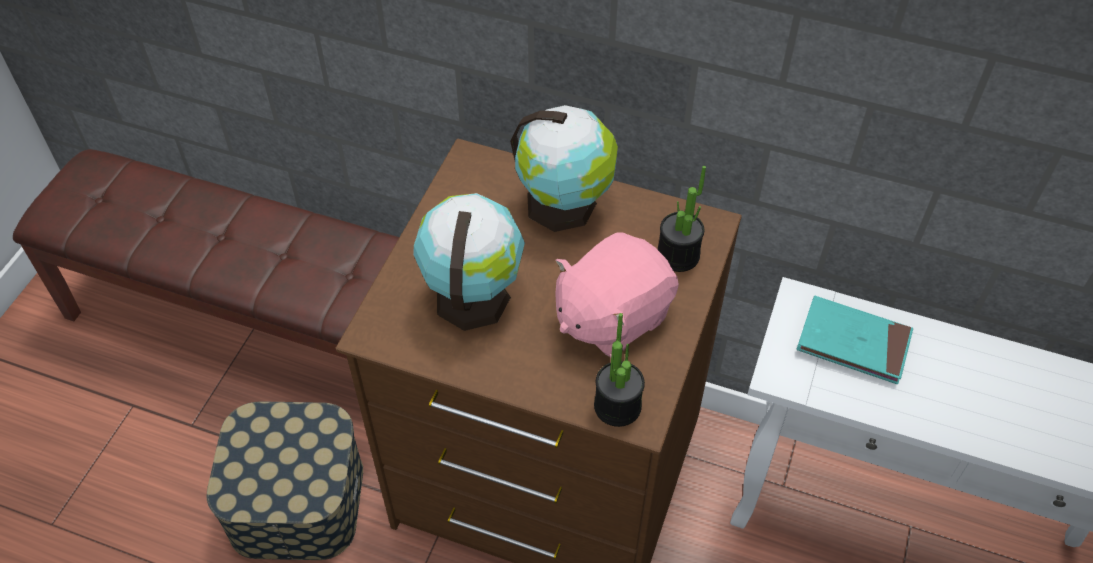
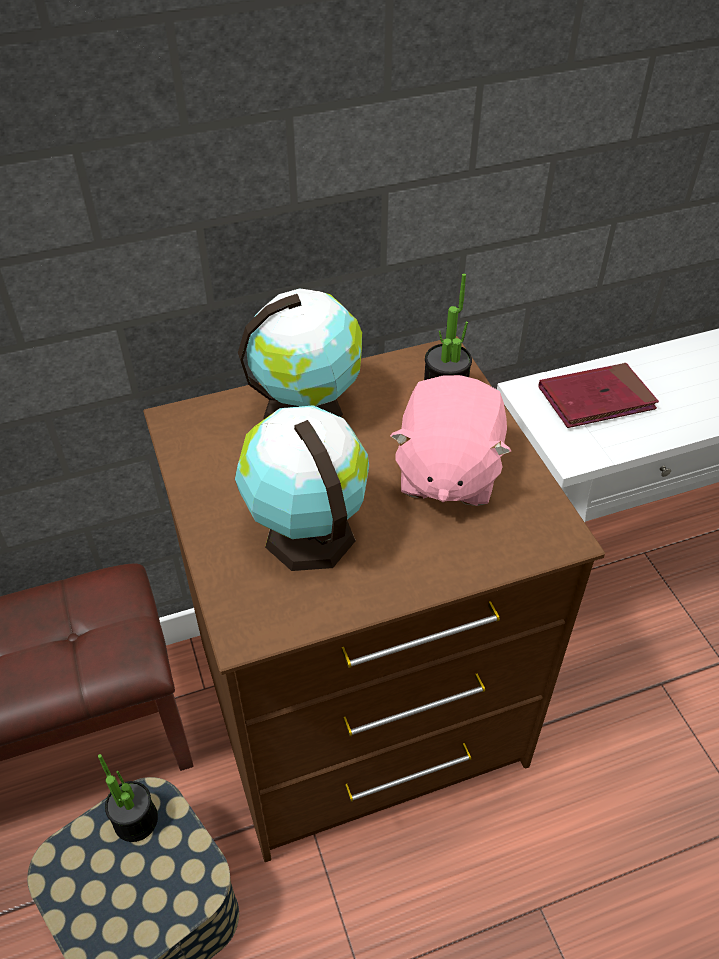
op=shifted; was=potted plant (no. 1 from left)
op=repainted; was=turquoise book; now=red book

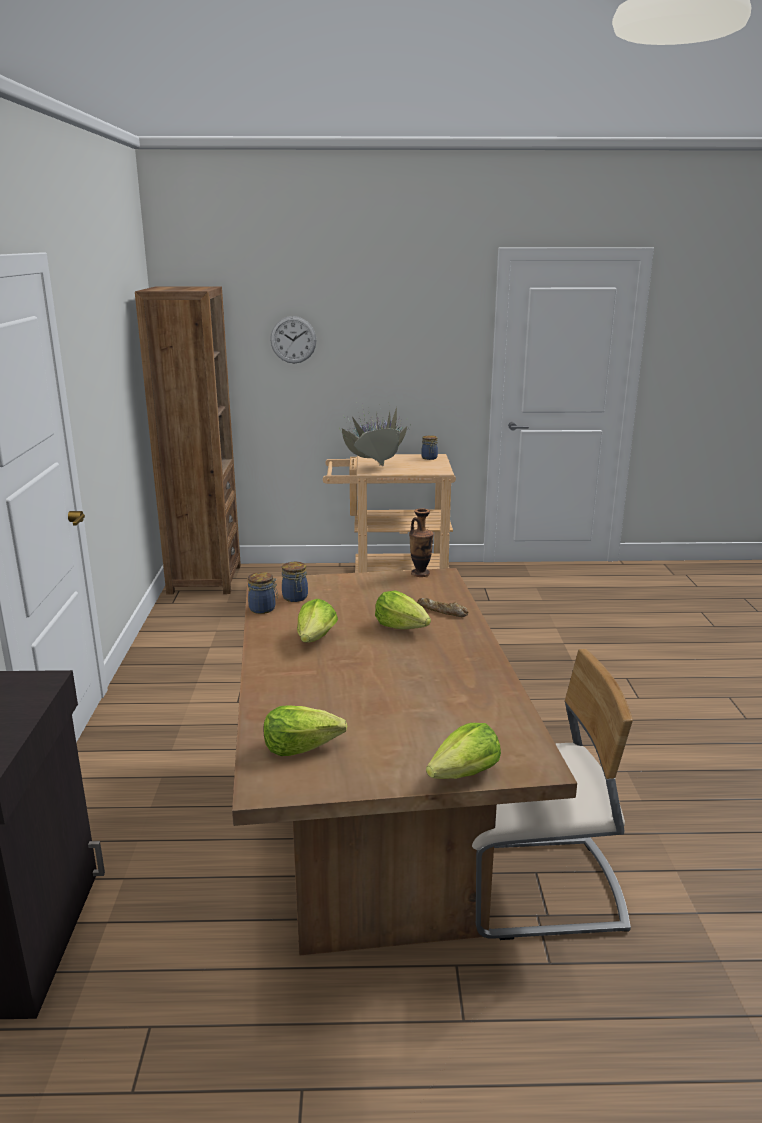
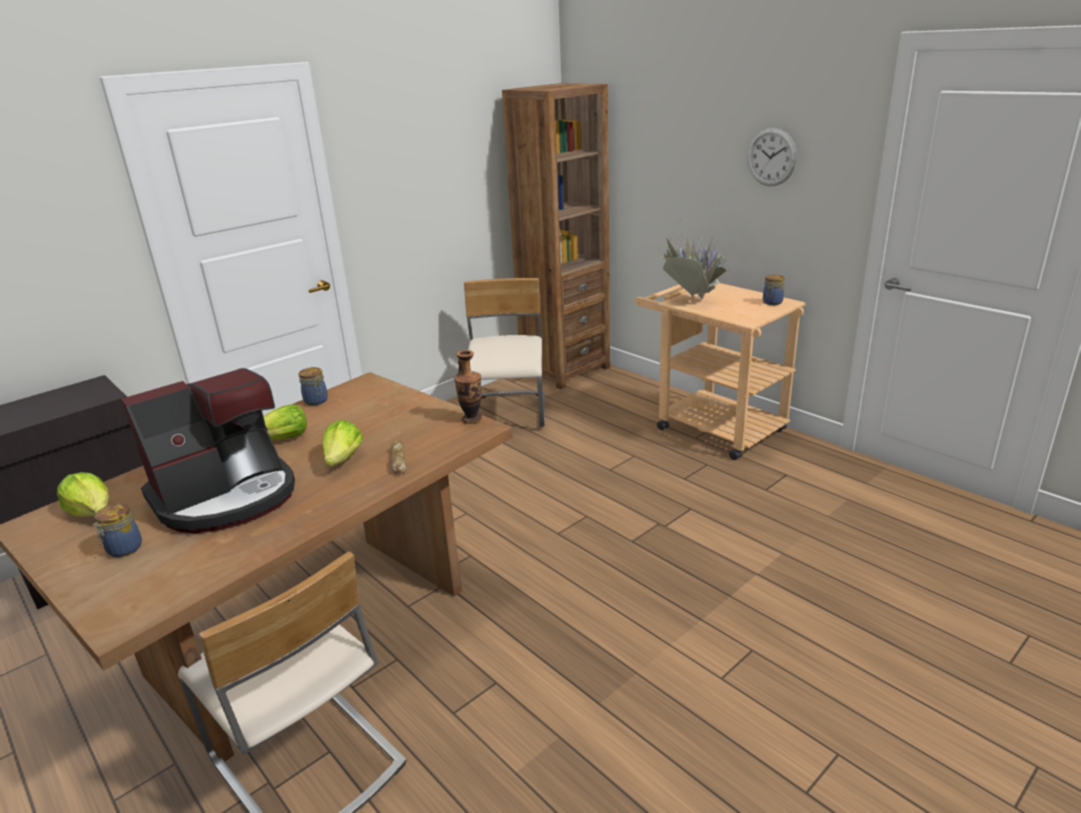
op=shifted; was=wall clock
op=shifted; was=jar (no. 2 from left in the first image); now=jar (no. 1 from left)
op=gone; was=lettuce (no. 4 from left)
op=new; now=coffee machine
op=new; now=beige chair (no. 2 from left)

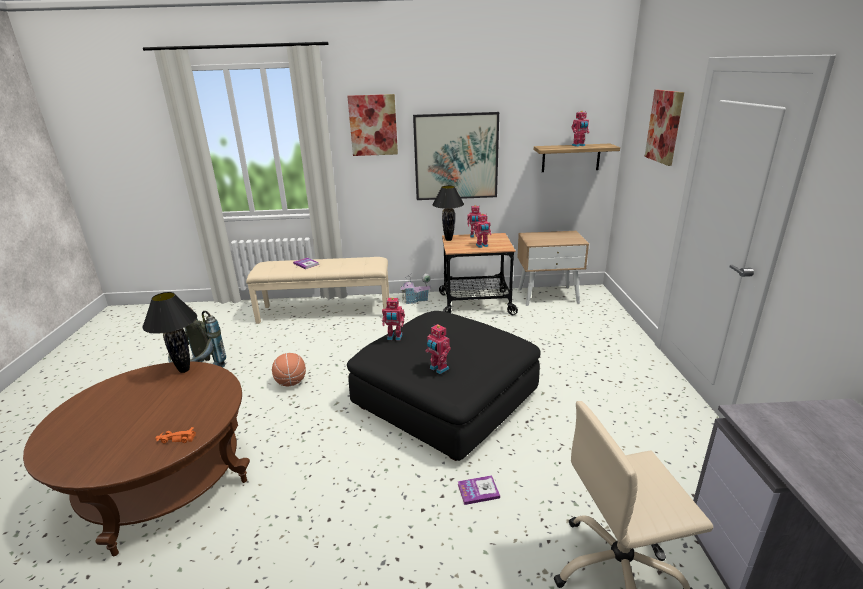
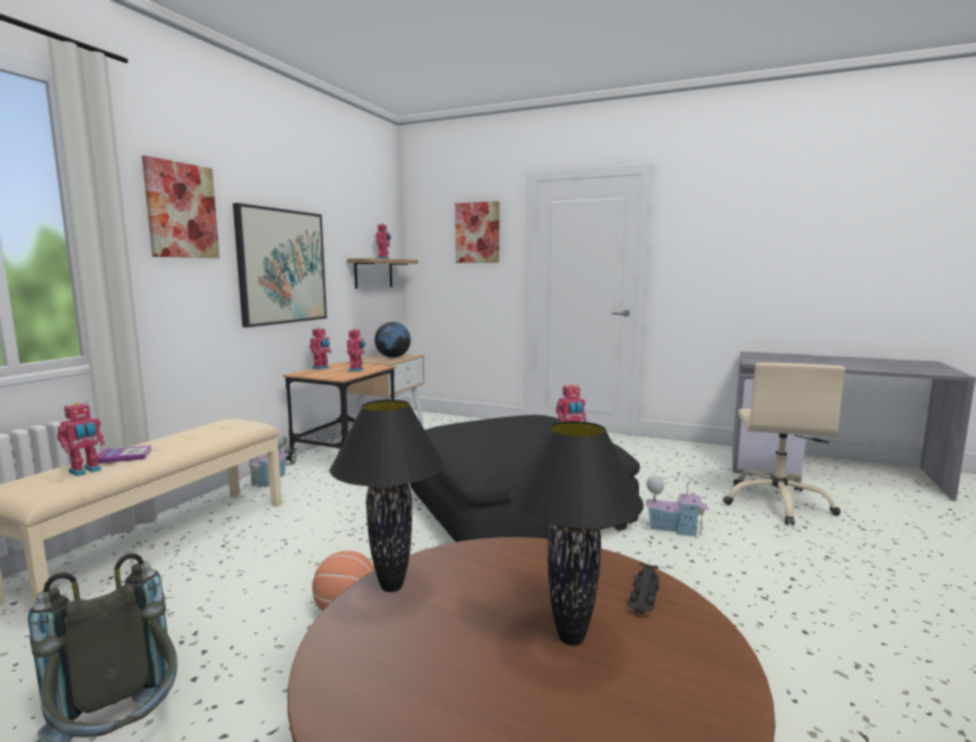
op=repainted; was=orange toy car; now=black toy car
op=shifted; was=toy robot (no. 1 from left)
op=shifted; was=black table lamp (no. 2 from left)
op=swapped; was=book (no. 2 from left); now=toy house (no. 2 from left)
op=new; now=globe

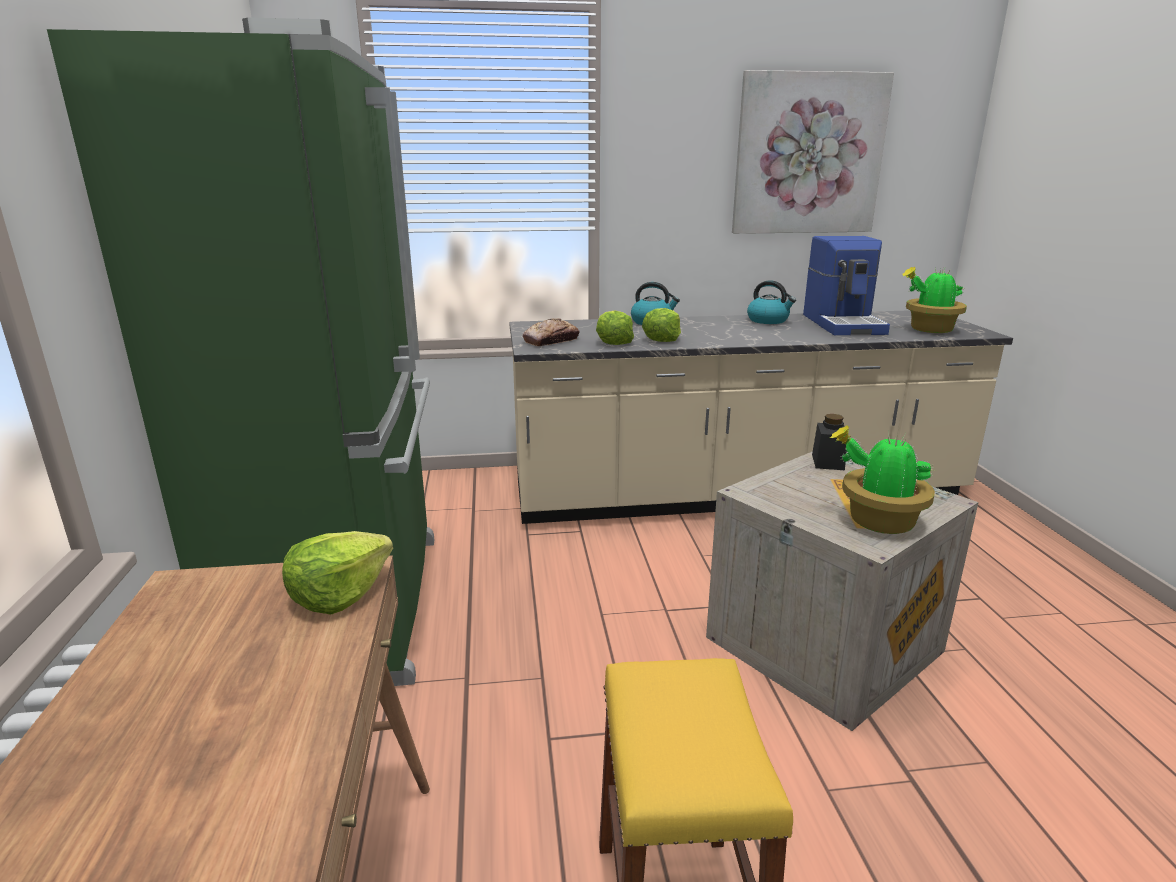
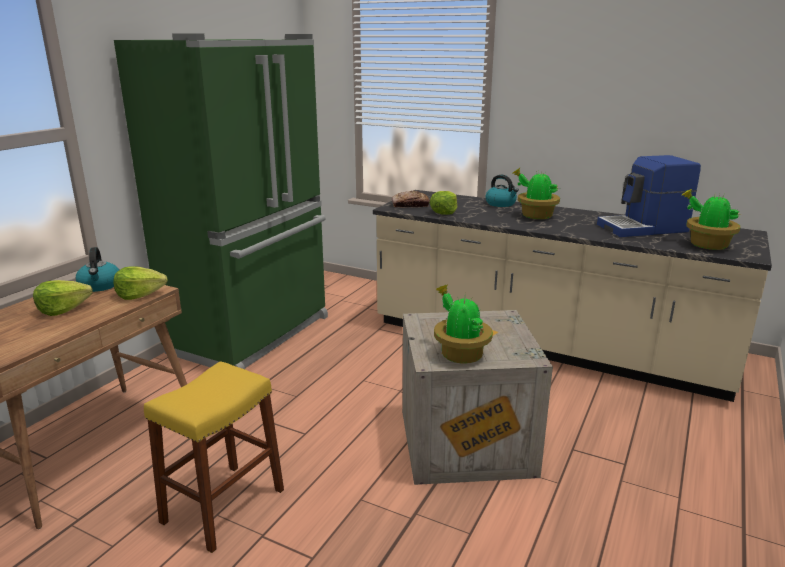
op=shifted; was=lettuce (no. 3 from left in the first image); now=lettuce (no. 1 from left)
op=gone; was=picture
op=shifted; was=kettle (no. 2 from left in the first image); now=kettle (no. 1 from left)
op=rotated; was=coffee machine; clockwise=45
op=gone; was=black jar
op=new; now=potted plant (no. 2 from left)

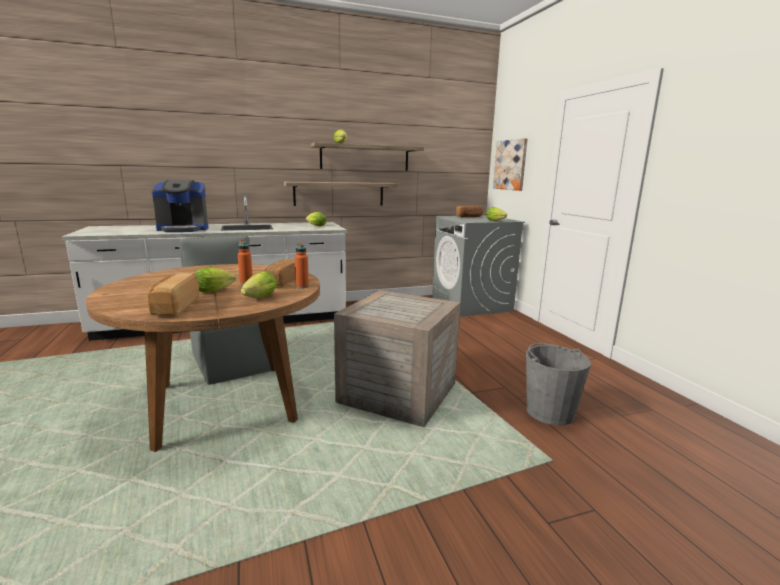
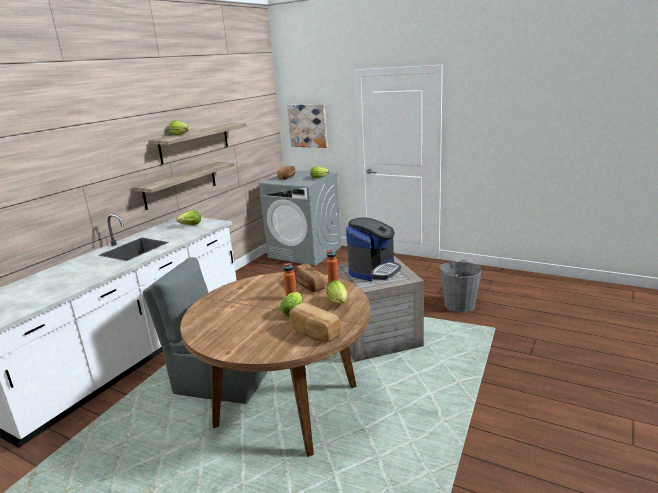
op=shifted; was=coffee machine

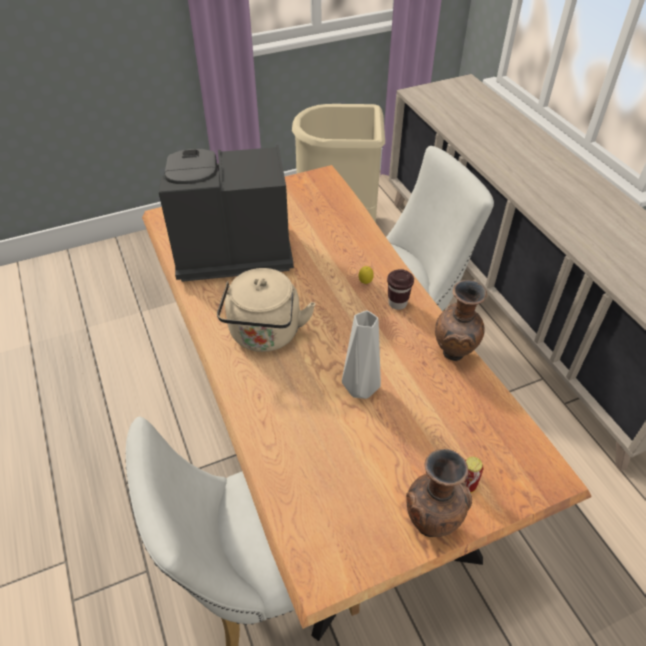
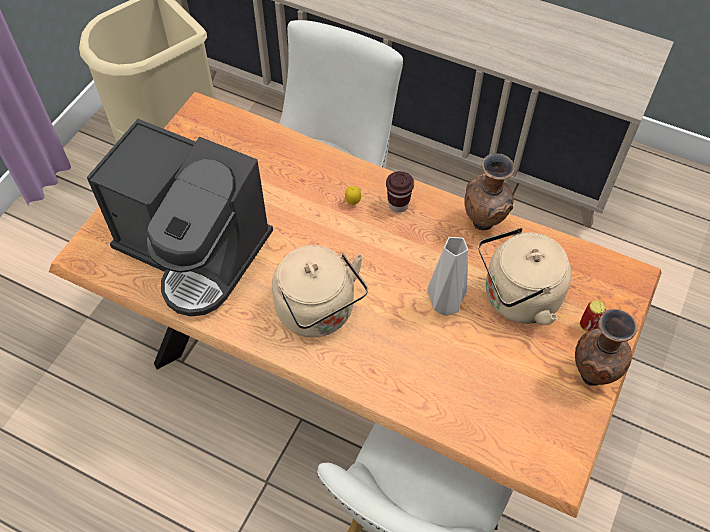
op=rotated; was=coffee machine; clockwise=-105
op=new; now=beige kettle (no. 2 from left)

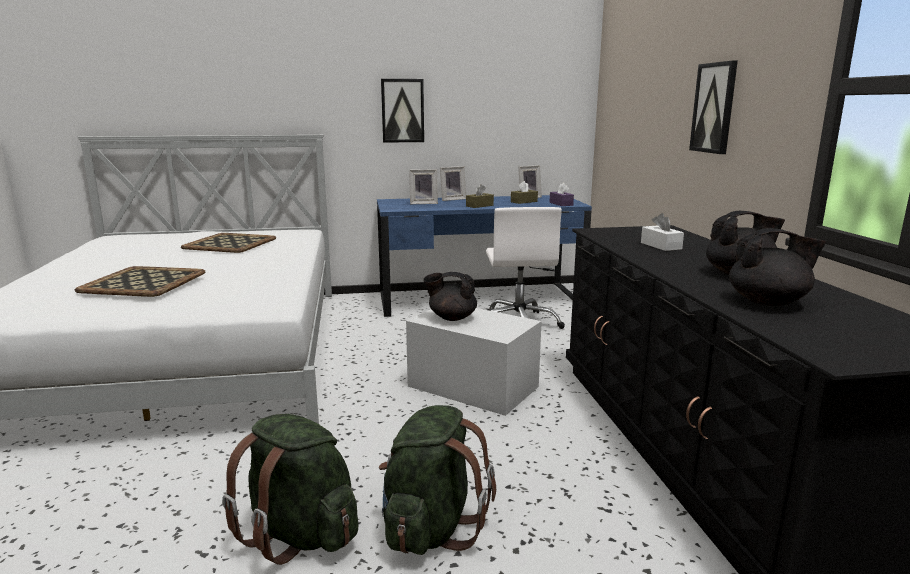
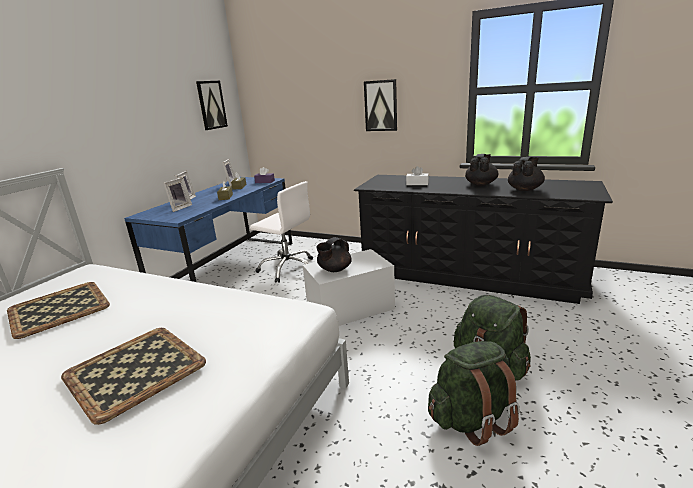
op=shifted; was=picture (no. 1 from left)

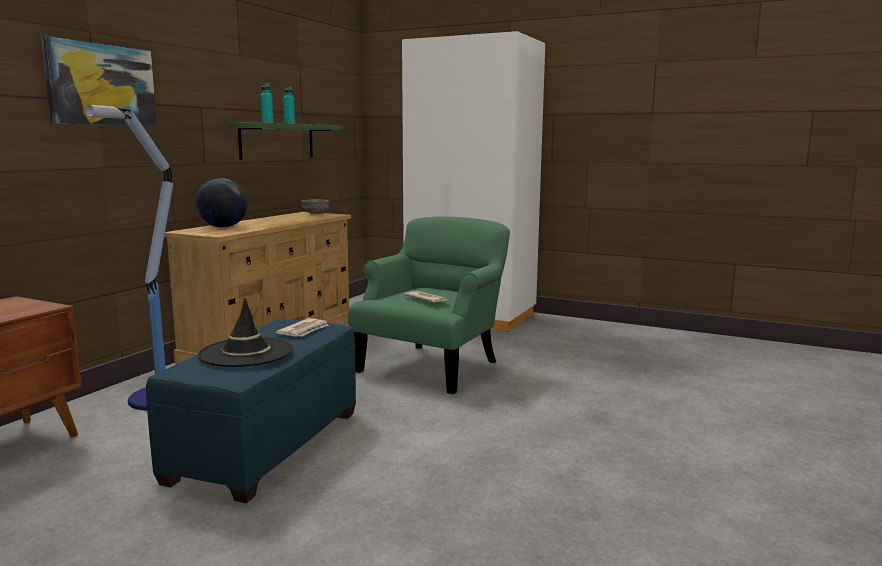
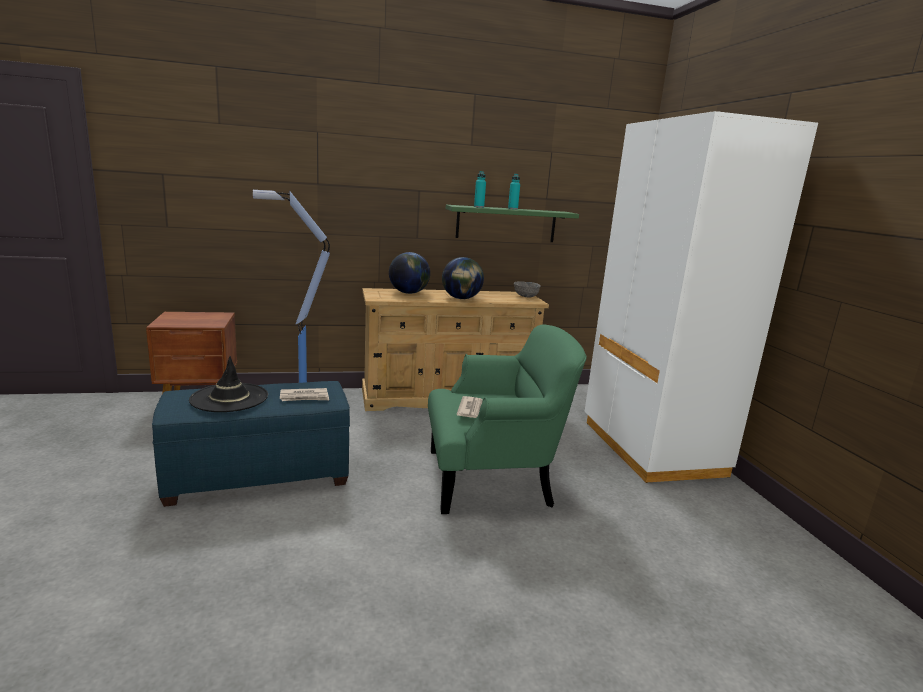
op=gone; was=picture
op=new; now=globe (no. 2 from left)

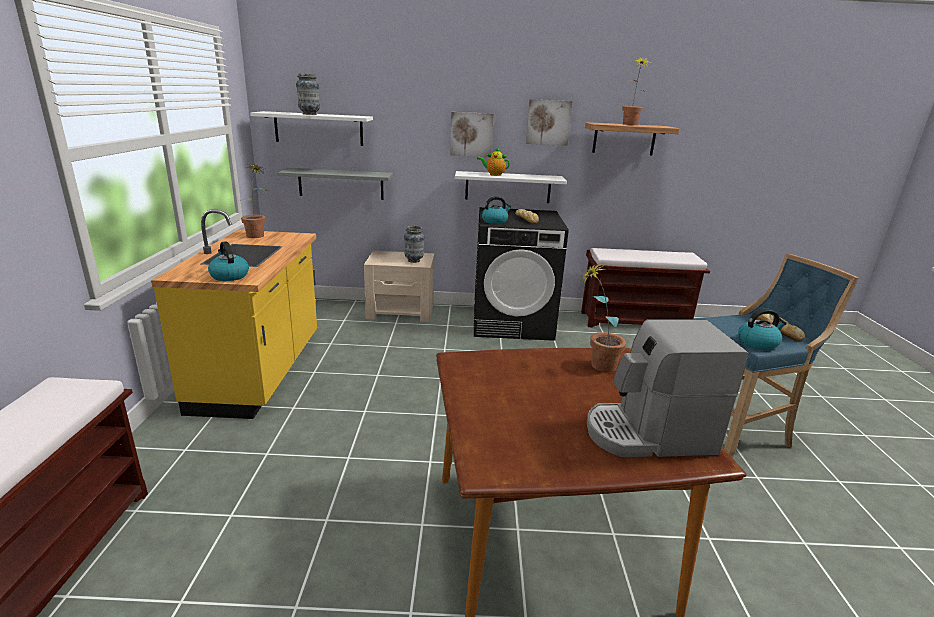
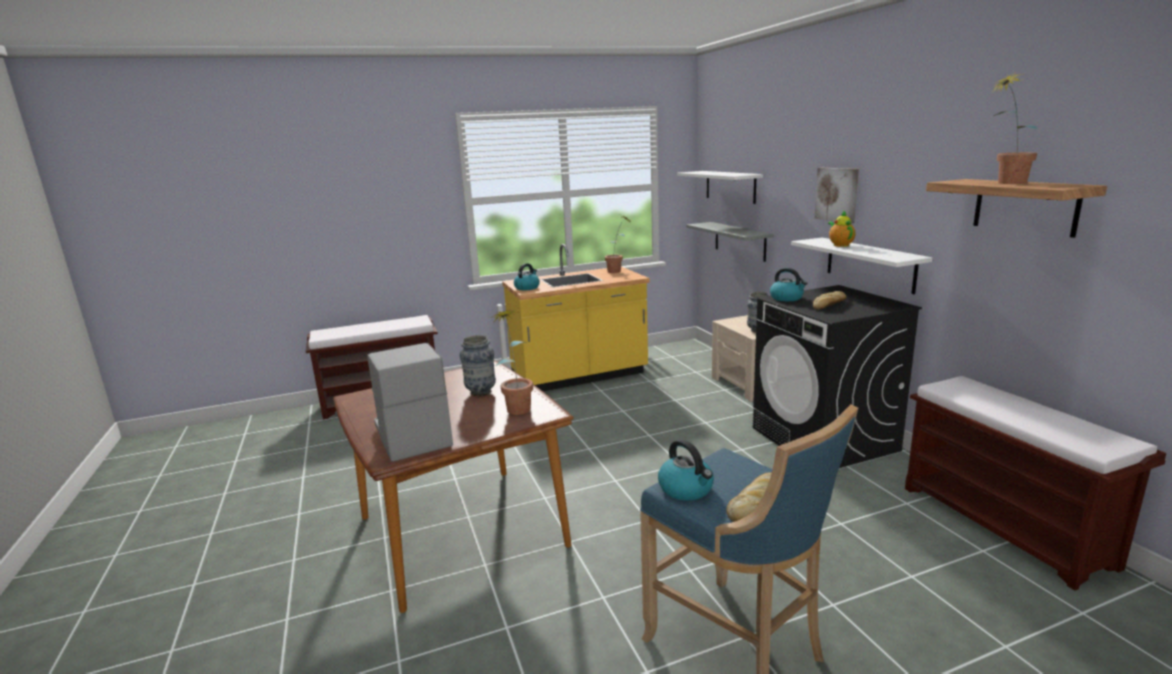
op=shifted; was=vase (no. 1 from left)
op=gone; was=picture (no. 2 from left)

